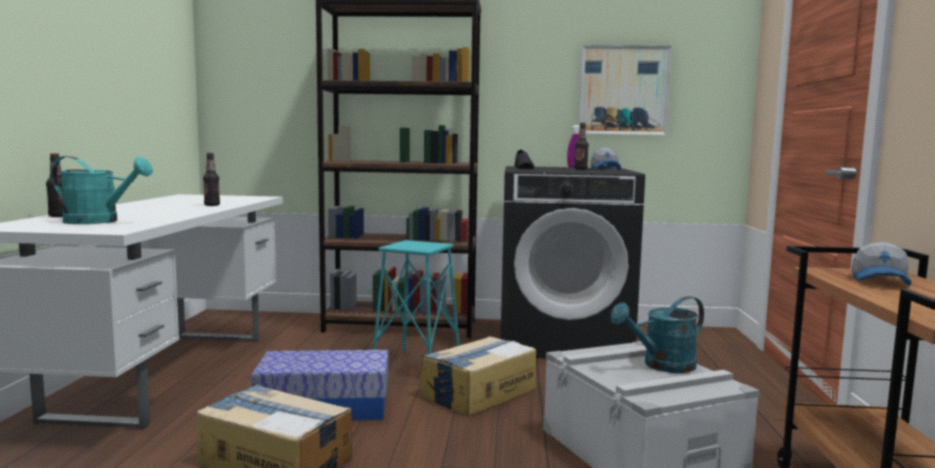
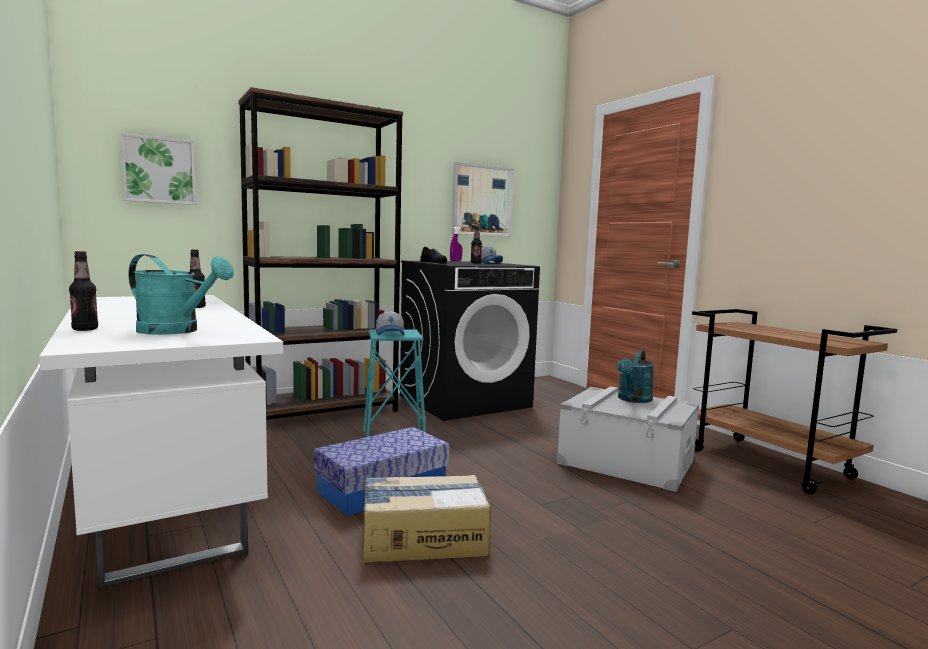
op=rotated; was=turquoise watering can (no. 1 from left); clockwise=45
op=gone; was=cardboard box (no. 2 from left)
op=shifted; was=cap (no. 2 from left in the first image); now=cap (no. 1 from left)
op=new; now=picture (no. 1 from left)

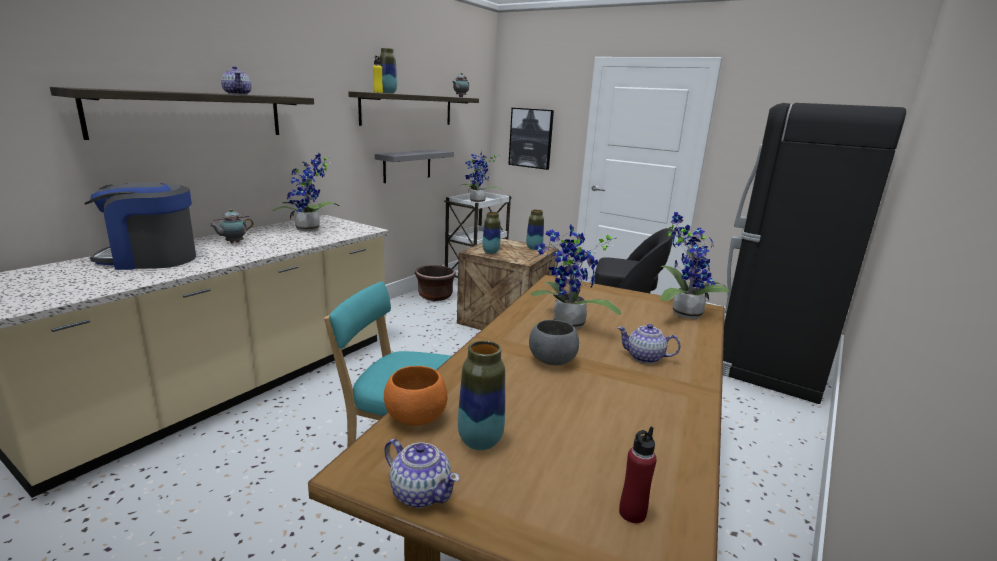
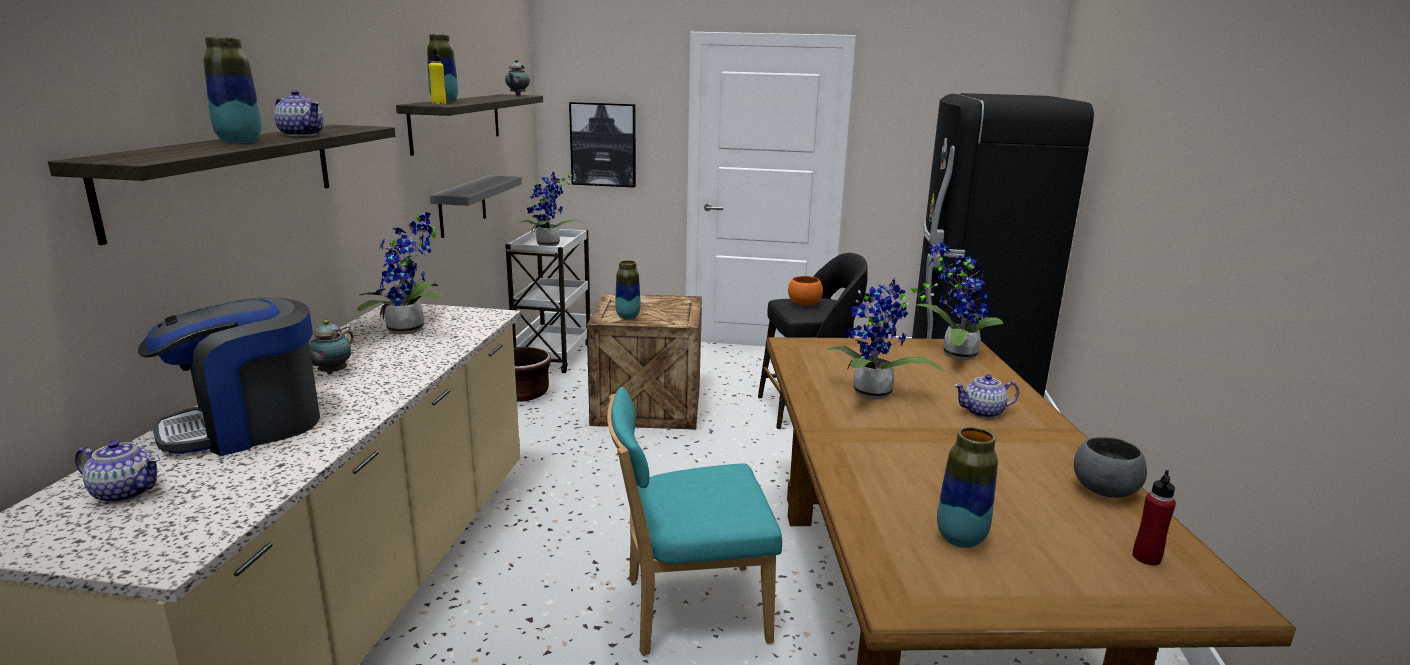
op=shifted; was=orange bowl
op=shifted; was=teapot (no. 3 from left in the first image); now=teapot (no. 1 from left)
op=shifted; was=vase (no. 4 from left in the first image); now=vase (no. 1 from left)
op=shifted; was=grey bowl

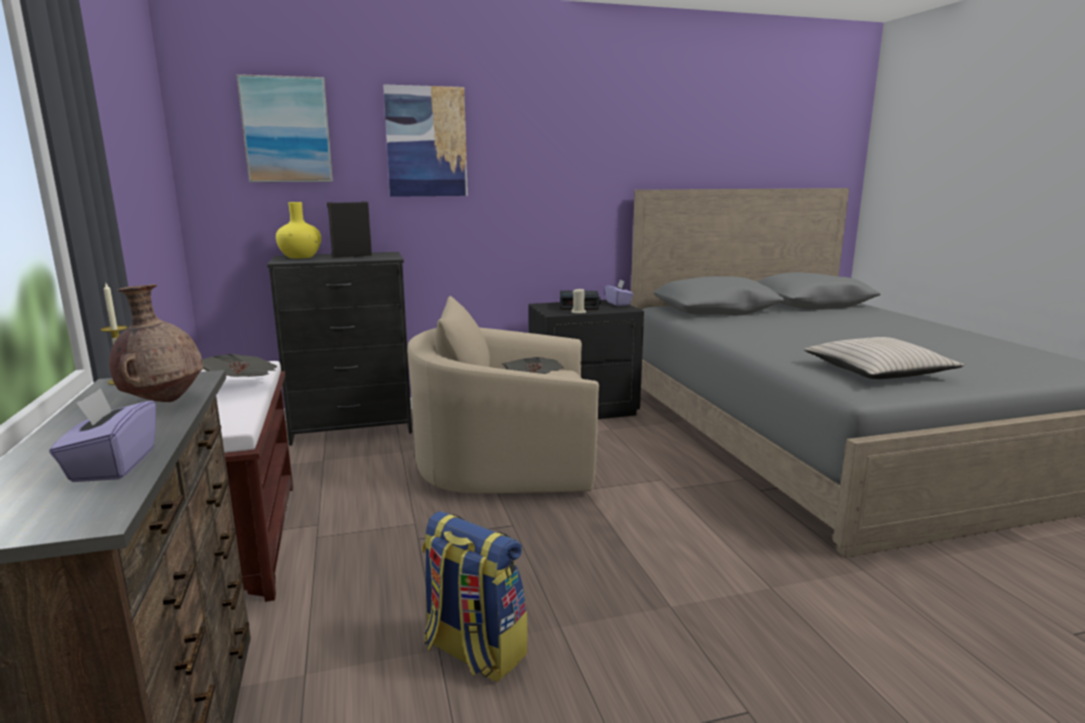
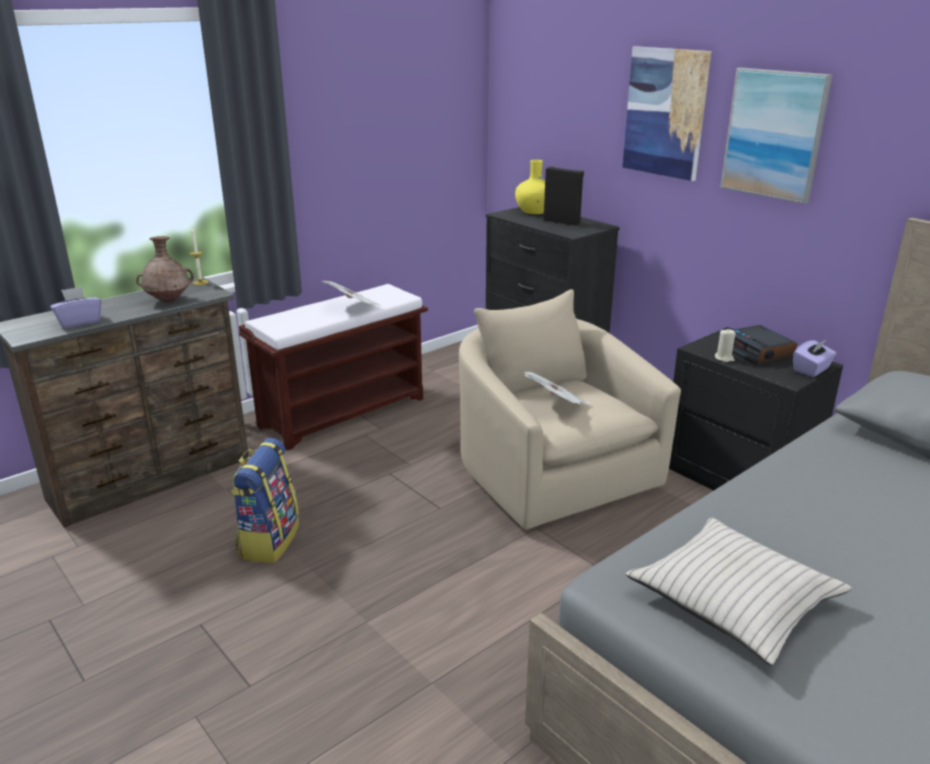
op=shifted; was=picture (no. 1 from left in the first image); now=picture (no. 2 from left)

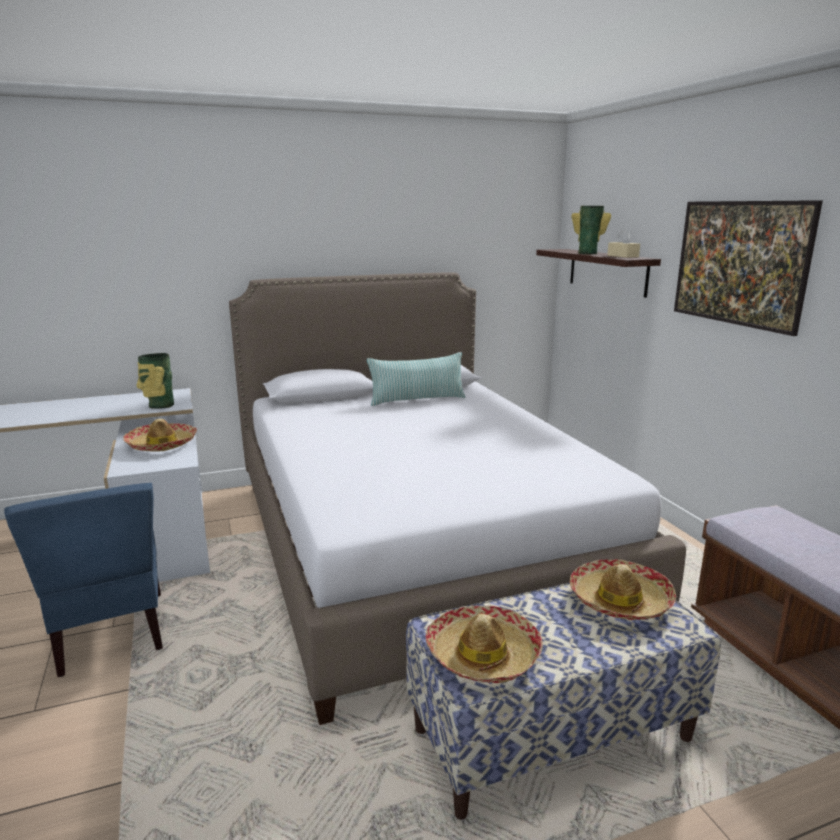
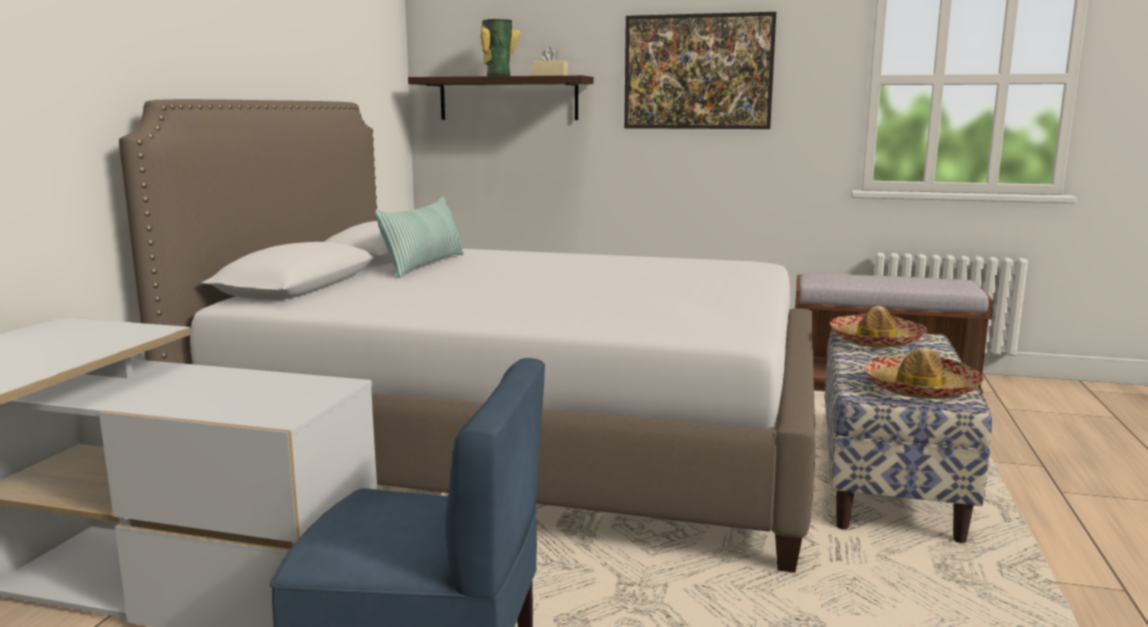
op=gone; was=hat (no. 1 from left)
op=gone; was=vase (no. 1 from left)

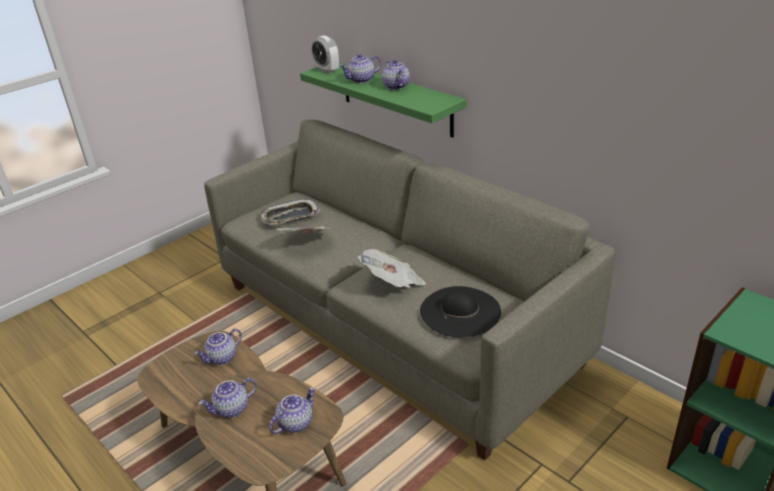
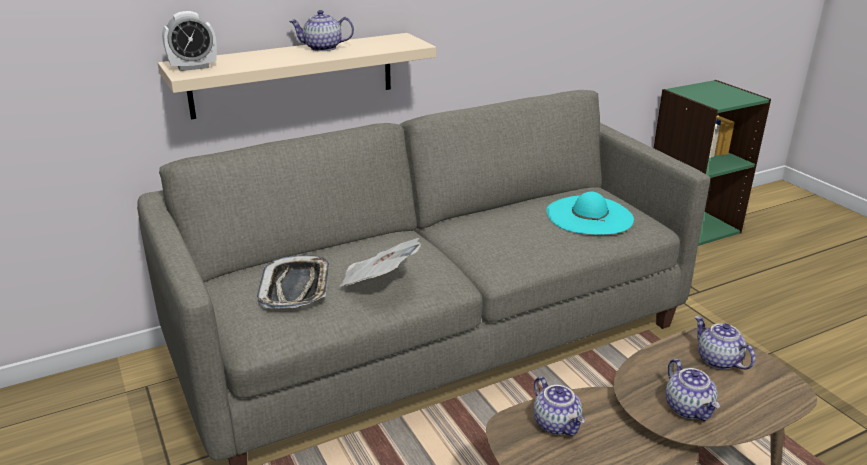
op=repainted; was=green shelf; now=beige shelf
op=gone; was=teapot (no. 4 from left)
op=gone; was=newspaper (no. 2 from left)
op=repainted; was=black hat; now=turquoise hat

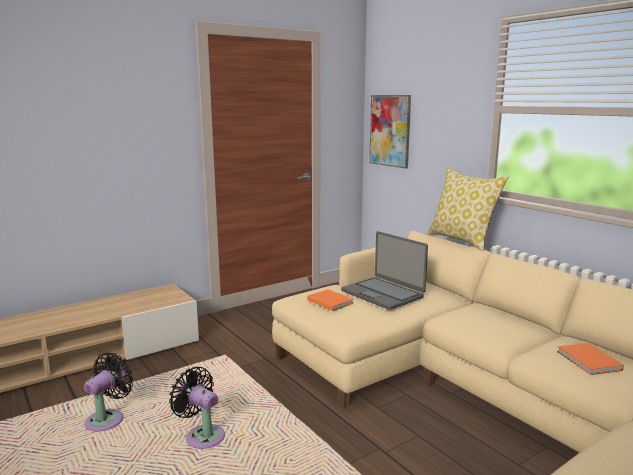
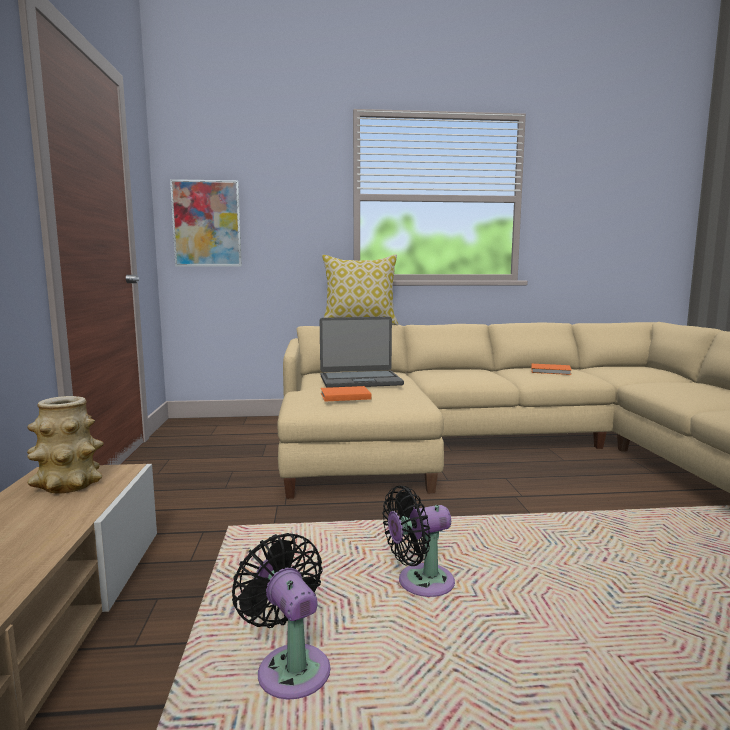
op=new; now=vase

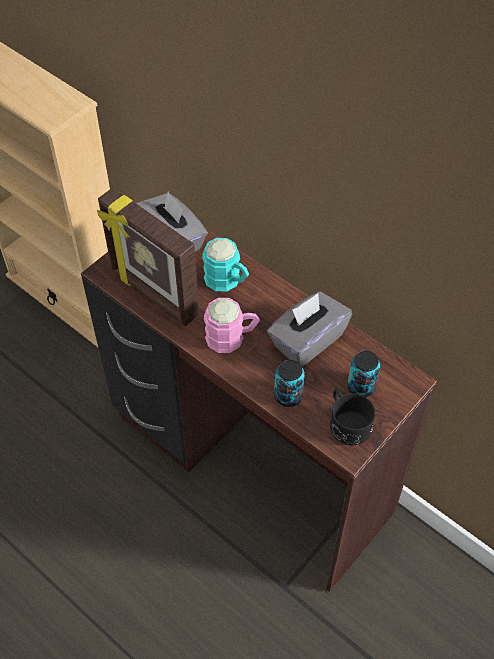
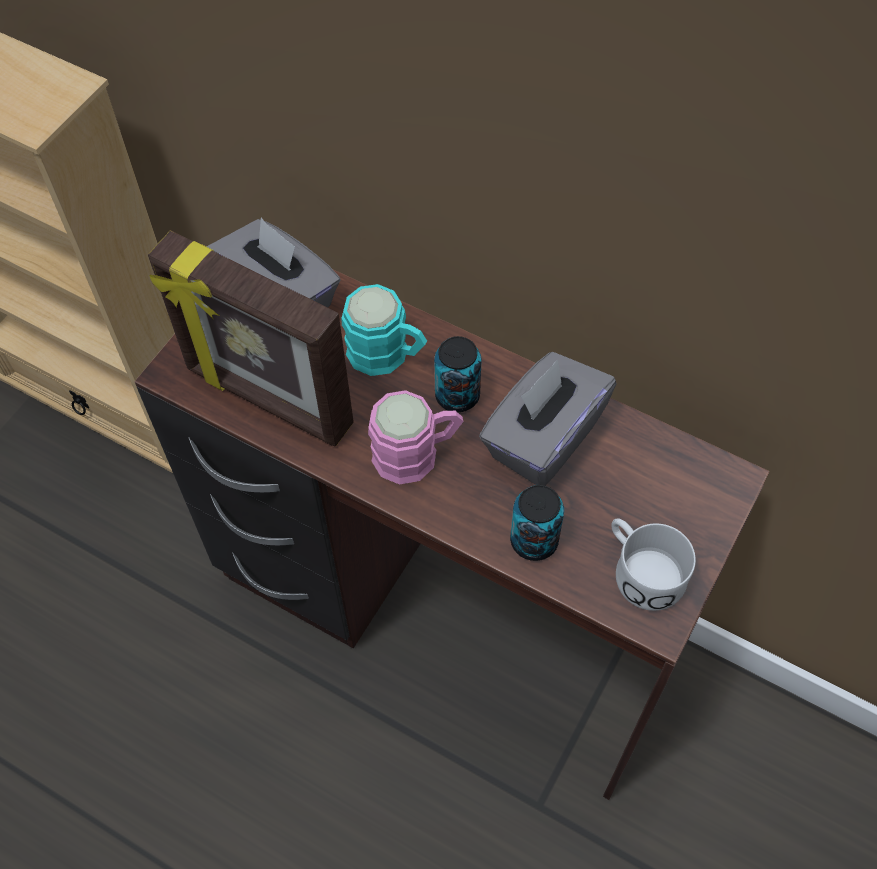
op=repainted; was=black mug; now=white mug
op=shifted; was=can (no. 2 from left in the first image); now=can (no. 1 from left)

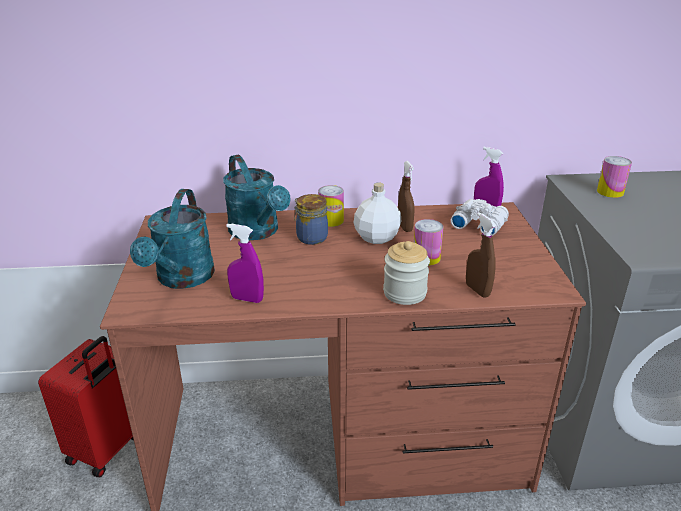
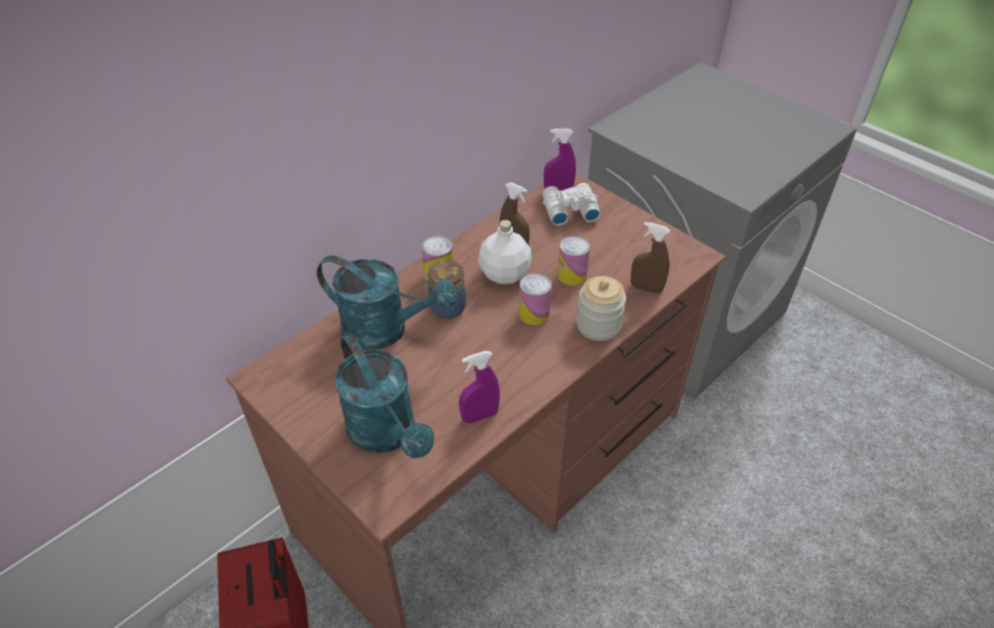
op=shifted; was=can (no. 3 from left in the first image); now=can (no. 2 from left)

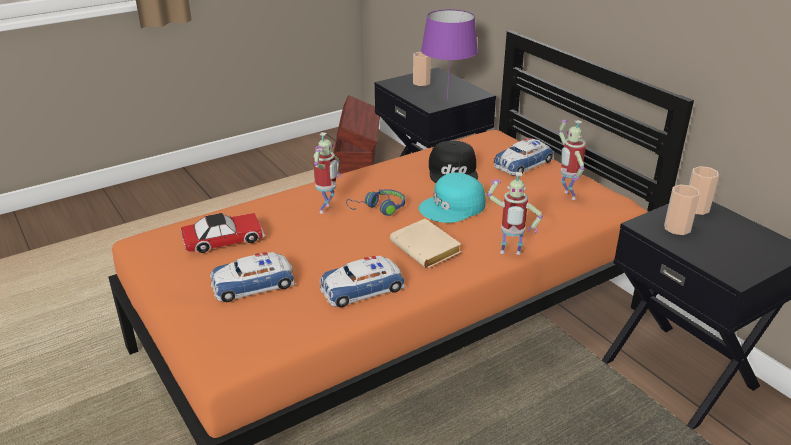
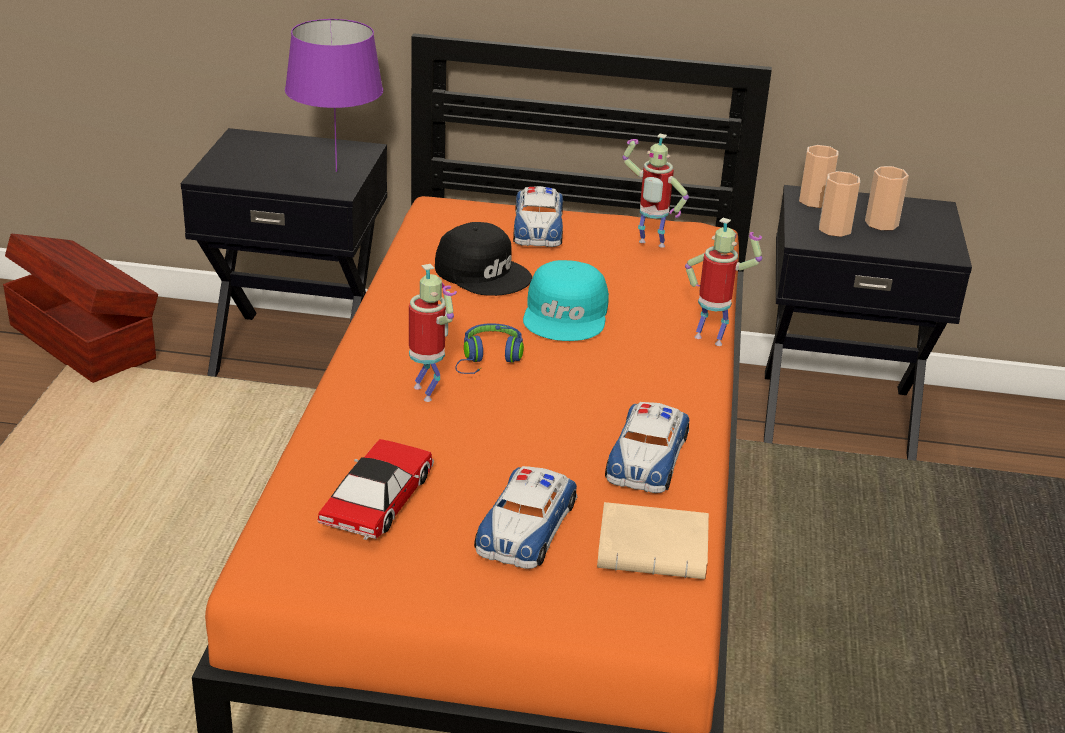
op=shifted; was=beige book
op=shifted; was=cup (no. 1 from left in the first image); now=cup (no. 3 from left)
op=rotated; was=toy robot (no. 2 from left in the first image); clockwise=-105

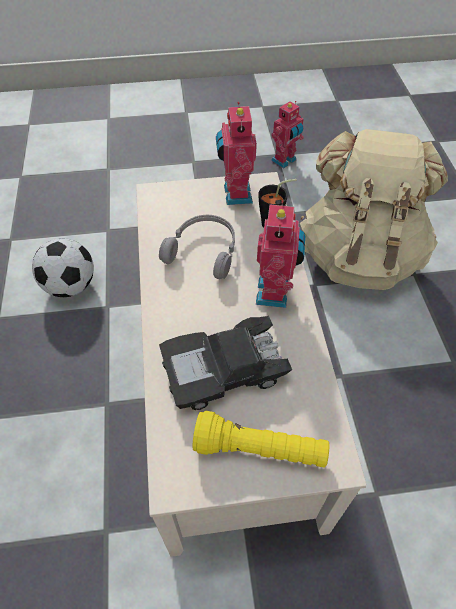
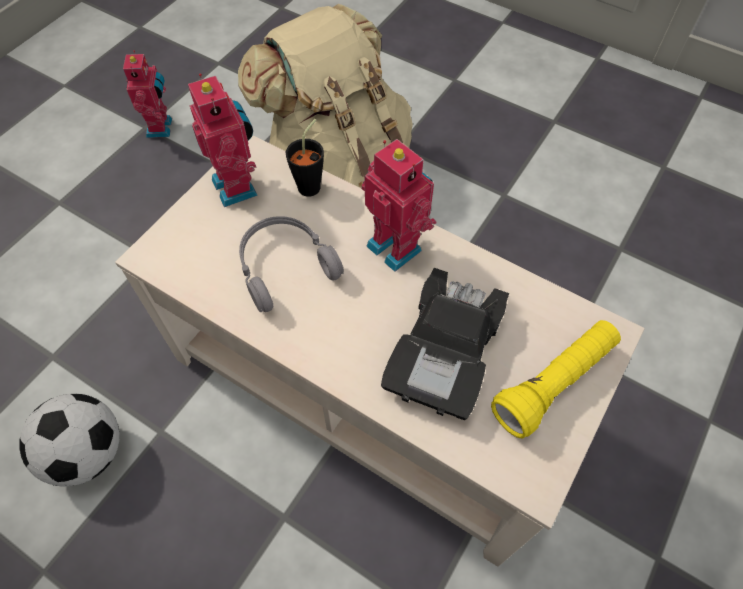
op=rotated; was=toy robot (no. 1 from left in the first image); clockwise=-150

